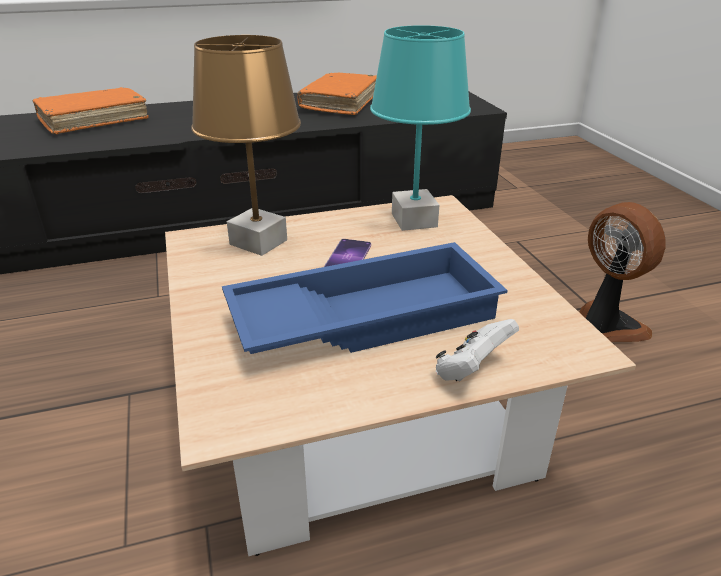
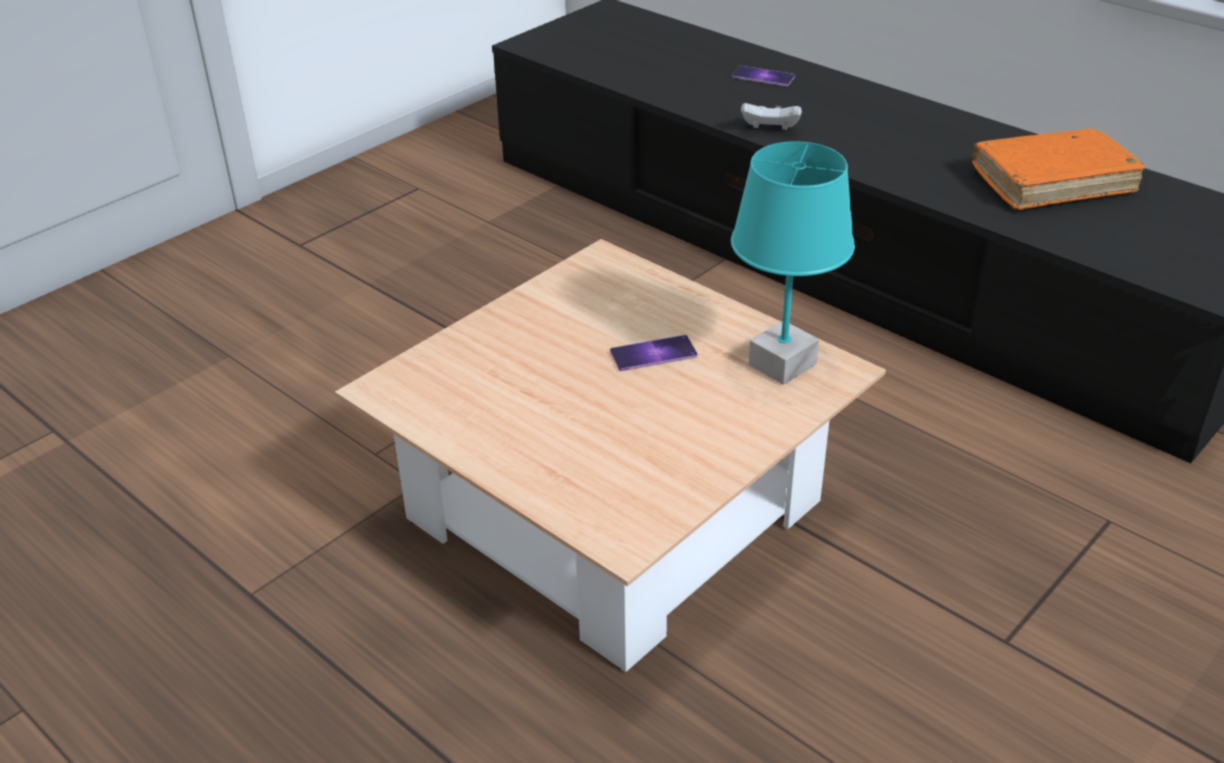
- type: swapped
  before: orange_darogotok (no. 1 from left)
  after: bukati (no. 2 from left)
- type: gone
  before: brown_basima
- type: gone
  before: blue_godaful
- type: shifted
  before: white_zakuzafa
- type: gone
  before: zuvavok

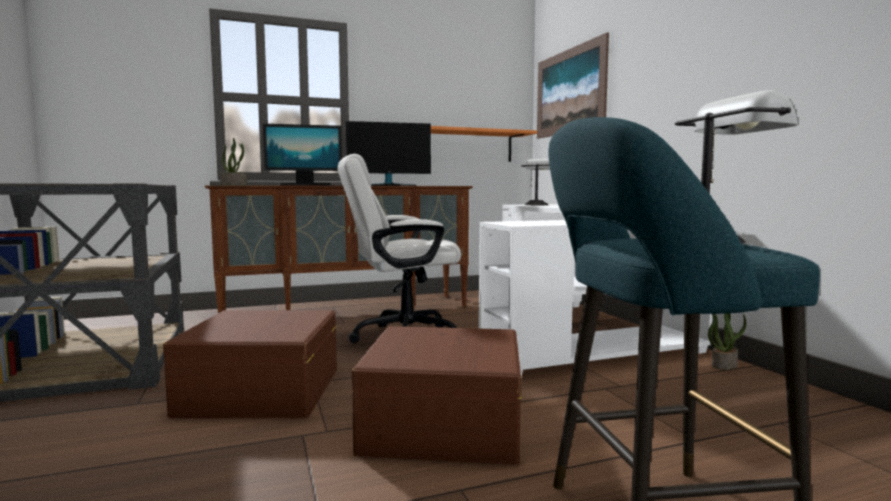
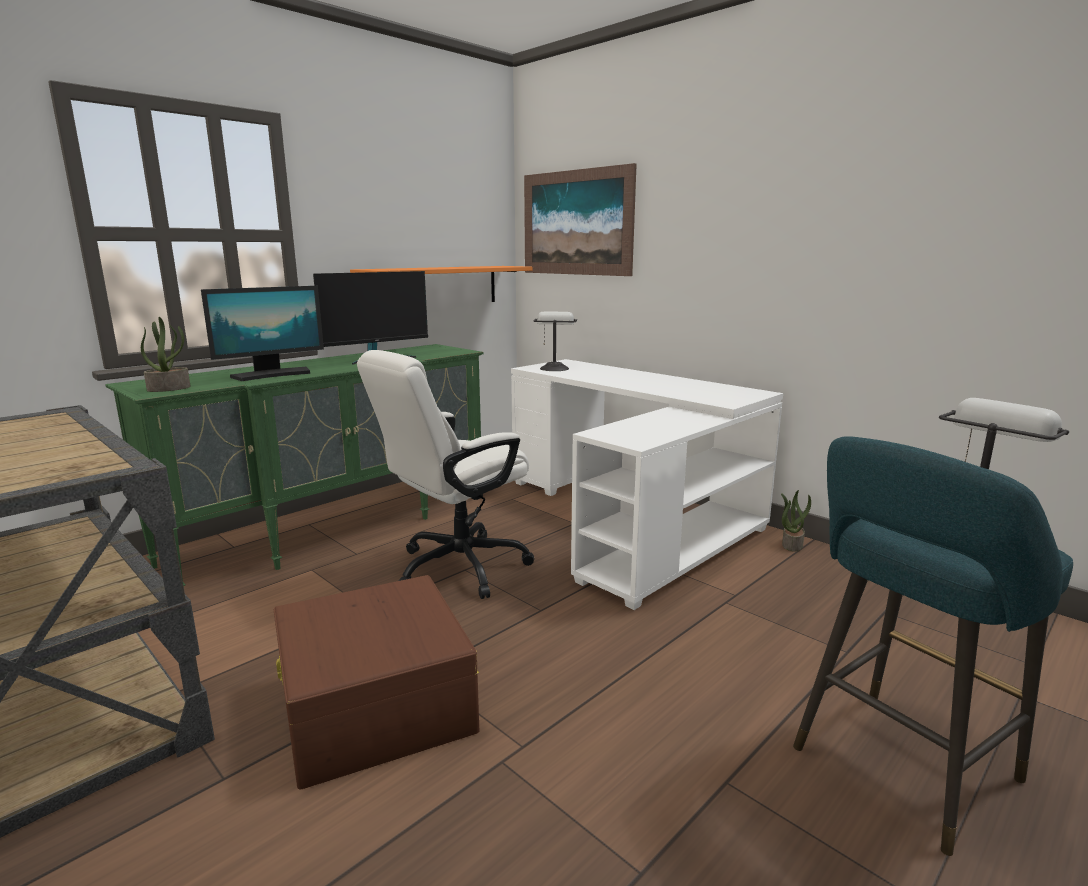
- type: repainted
  before: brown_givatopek
  after: green_givatopek
- type: gone
  before: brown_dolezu (no. 2 from left)

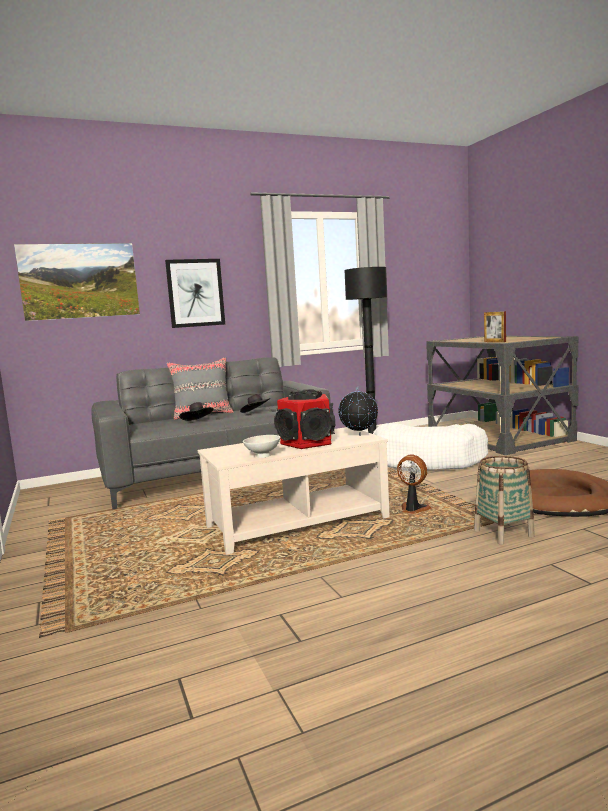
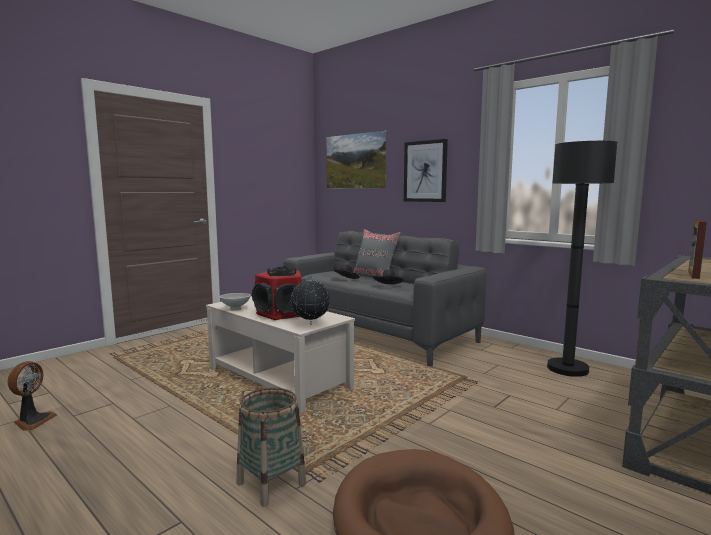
- type: gone
  before: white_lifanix
- type: shifted
  before: zuvavok

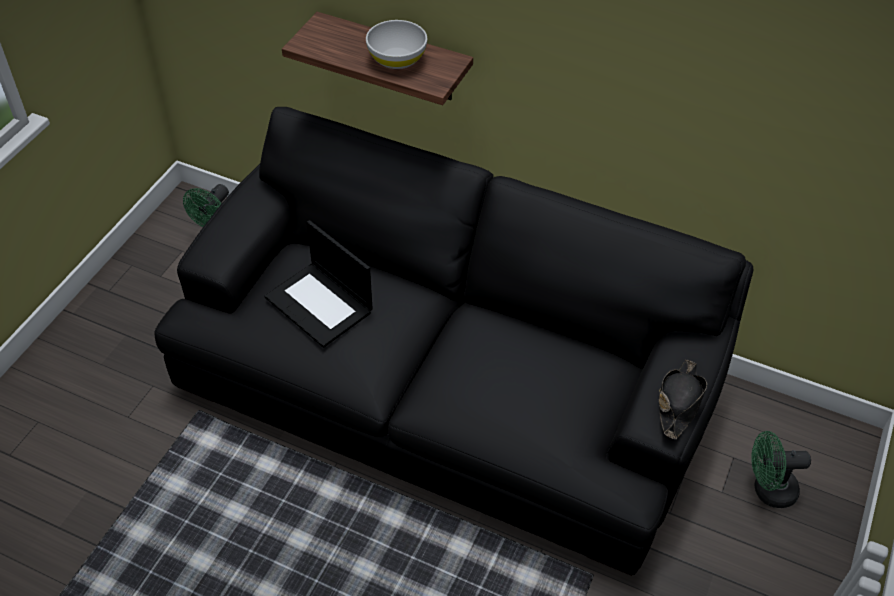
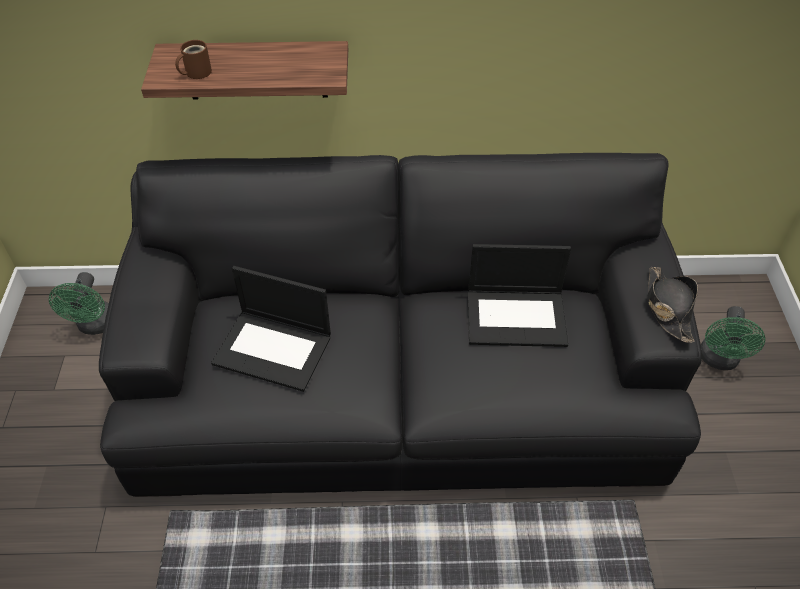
- type: gone
  before: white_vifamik
- type: rotated
  before: green_zuvavok (no. 2 from left)
  turn: -45
- type: new
  after: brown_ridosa
- type: new
  after: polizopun (no. 2 from left)

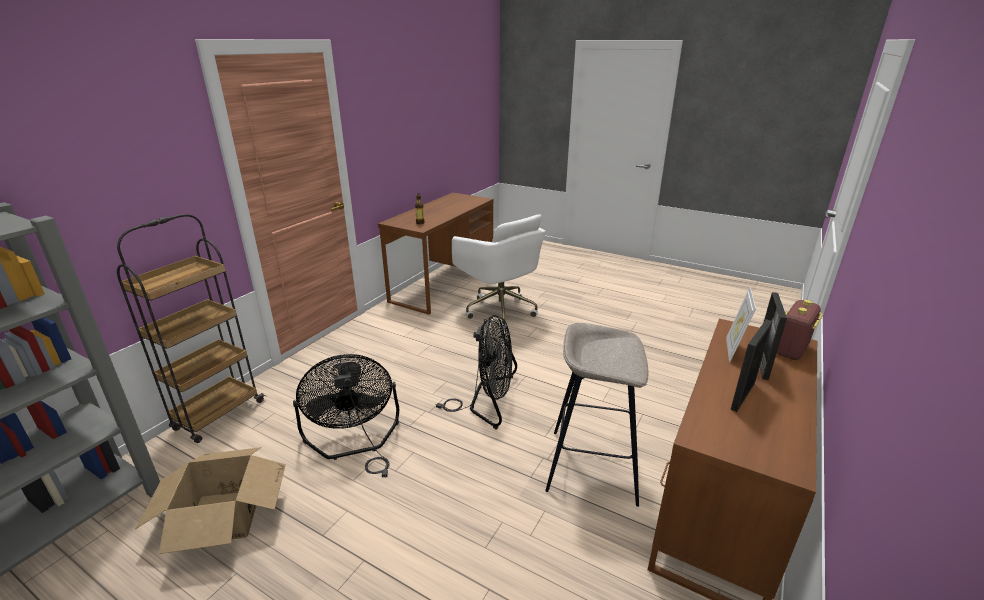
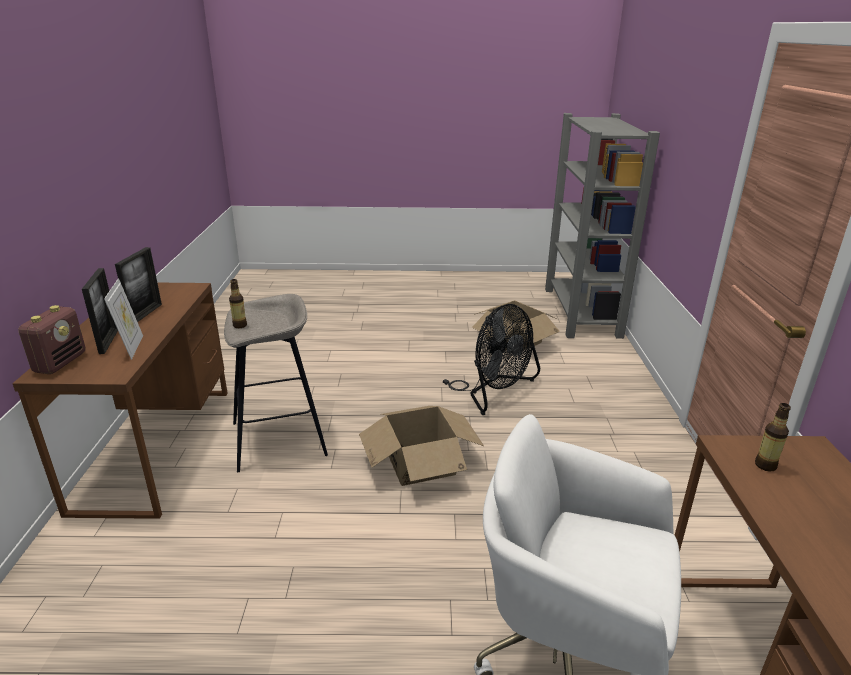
- type: gone
  before: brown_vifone
- type: swapped
  before: black_zuvavok (no. 2 from left)
  after: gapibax (no. 1 from left)
- type: new
  after: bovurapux (no. 1 from left)

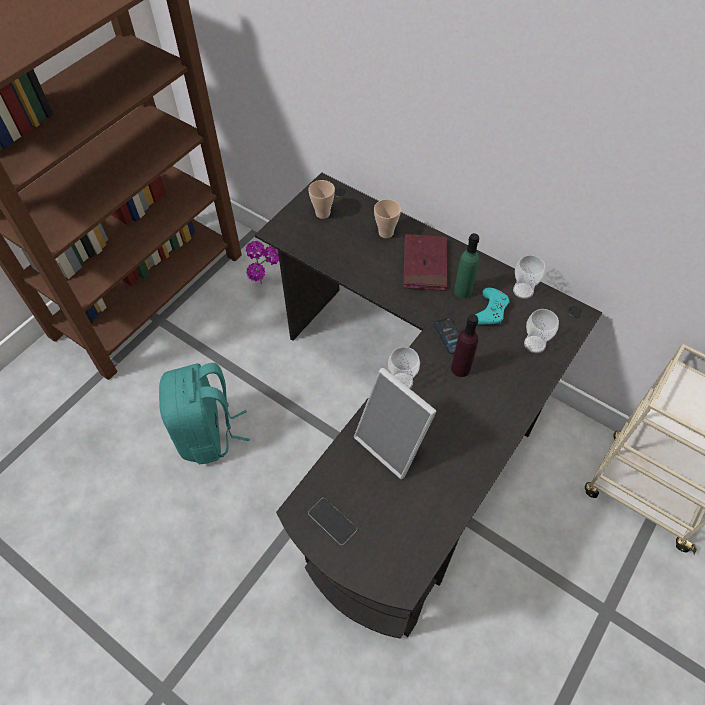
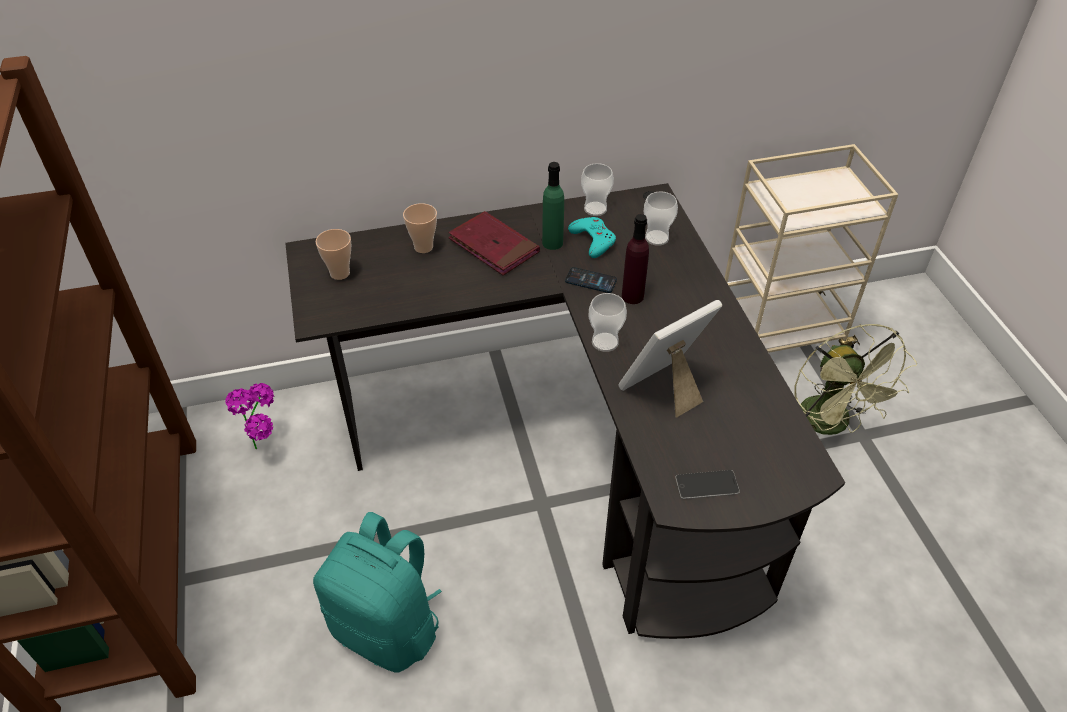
- type: rotated
  before: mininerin
  turn: 150
- type: new
  after: green_zuvavok

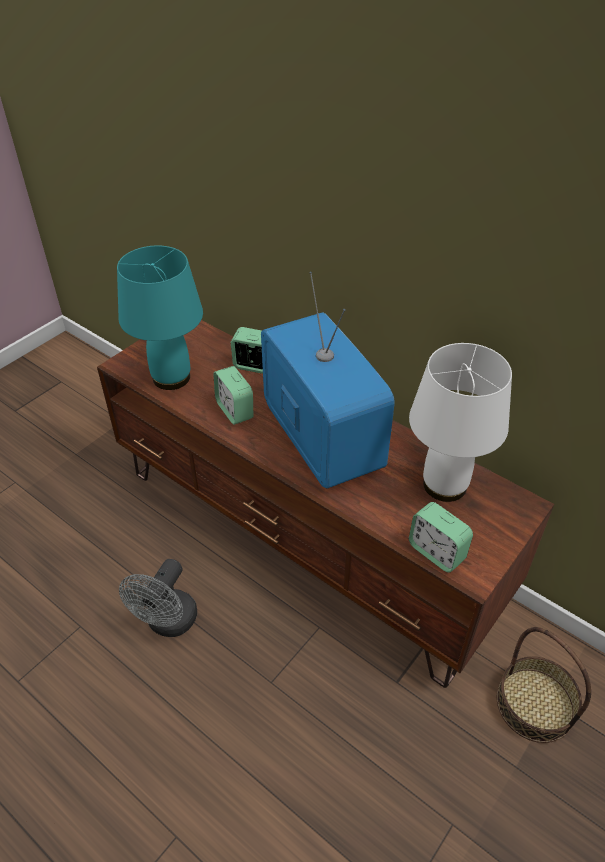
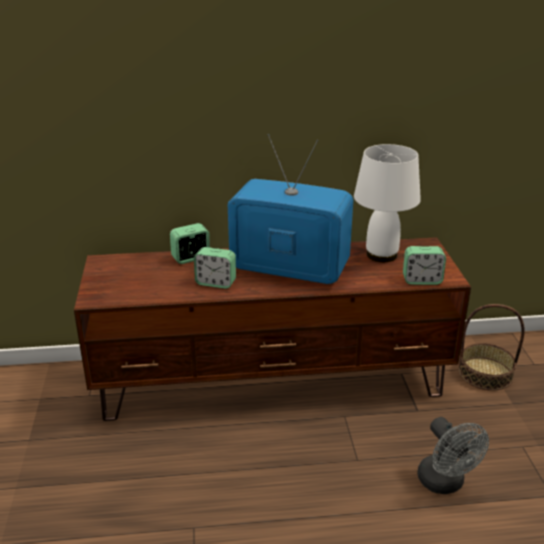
- type: gone
  before: turquoise_basima
- type: shifted
  before: grey_zuvavok

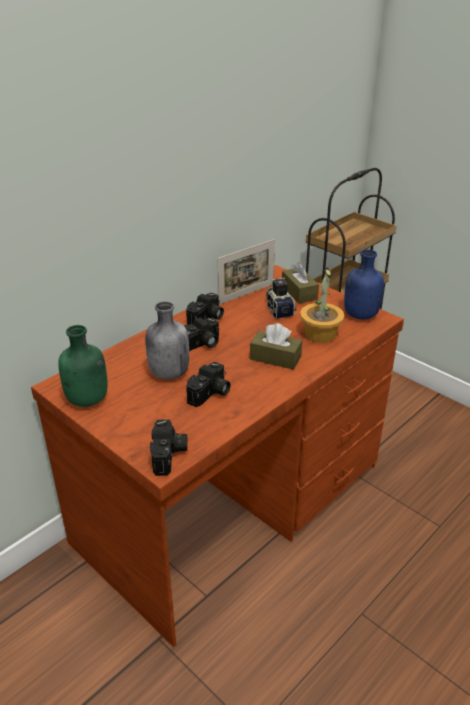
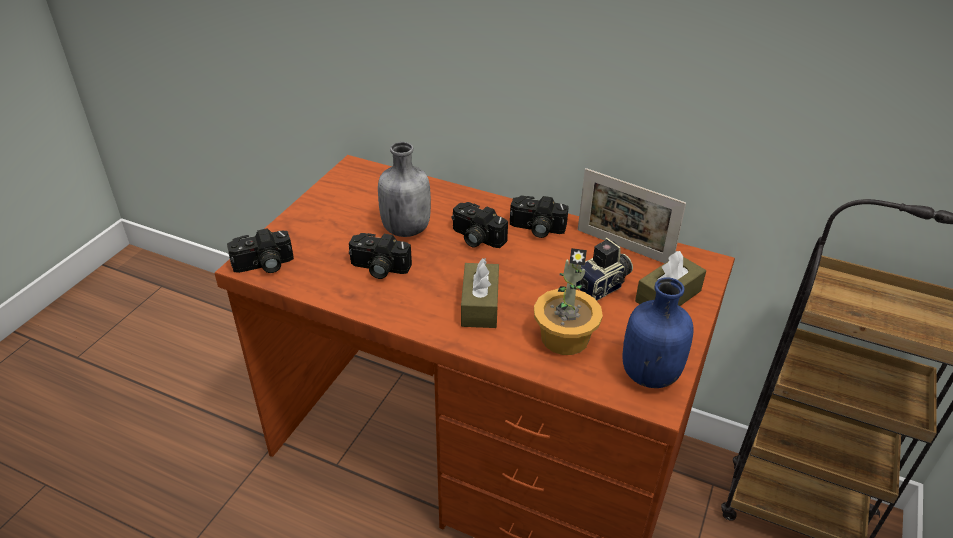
- type: gone
  before: green_bovurapux

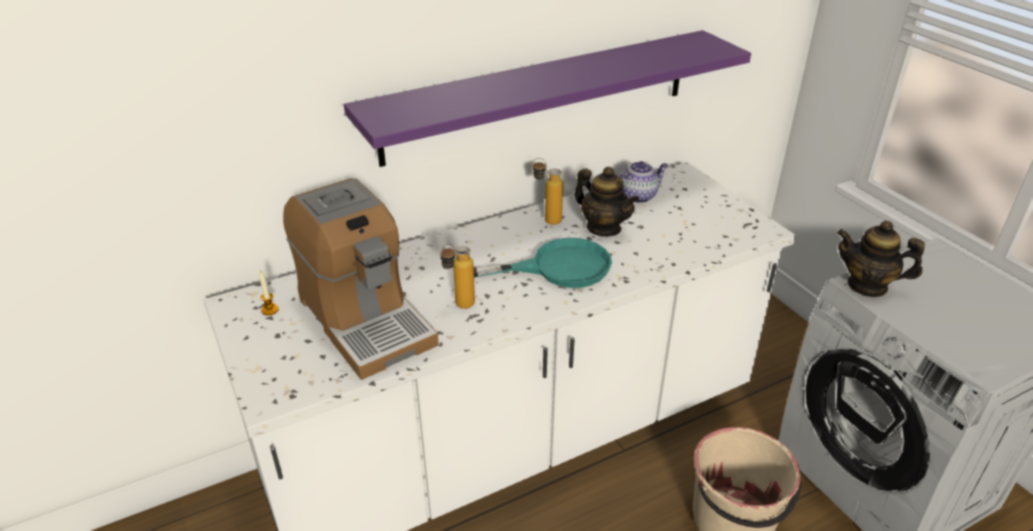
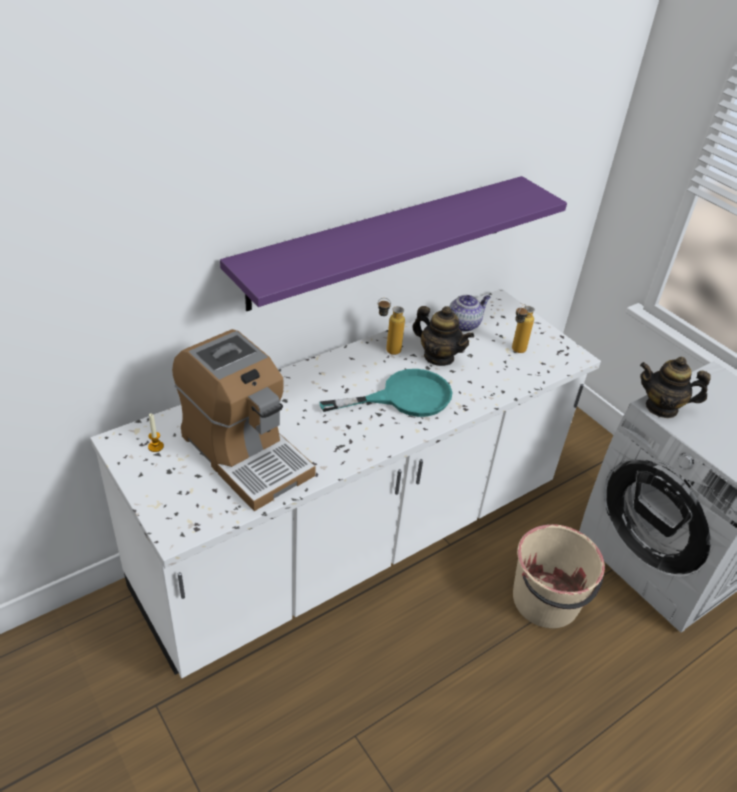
- type: shifted
  before: bovurapux (no. 1 from left in the first image)
  after: bovurapux (no. 2 from left)

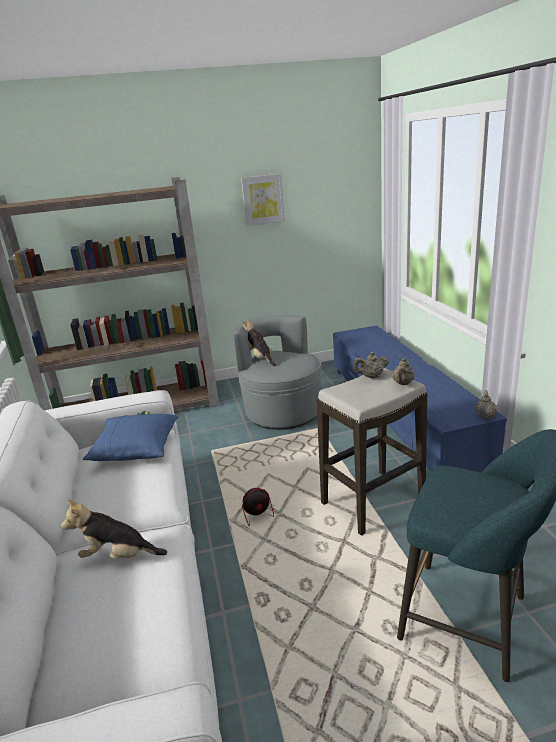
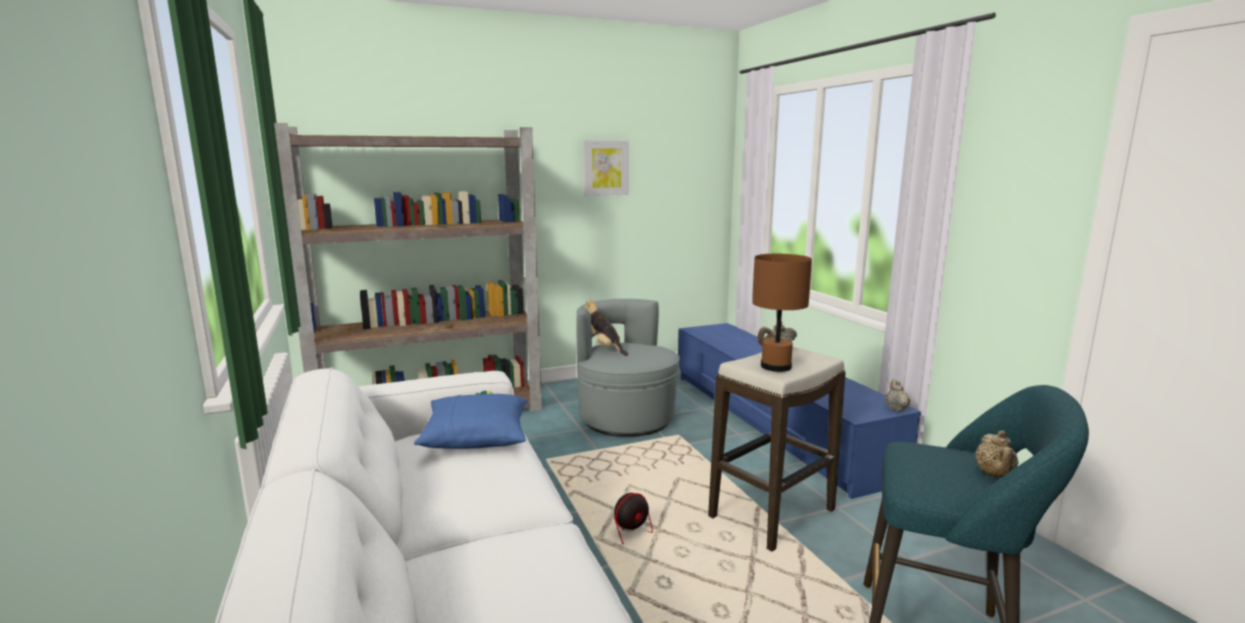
- type: gone
  before: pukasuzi (no. 1 from left)
- type: shifted
  before: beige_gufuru (no. 2 from left in the first image)
  after: beige_gufuru (no. 3 from left)
- type: new
  after: brown_basima

